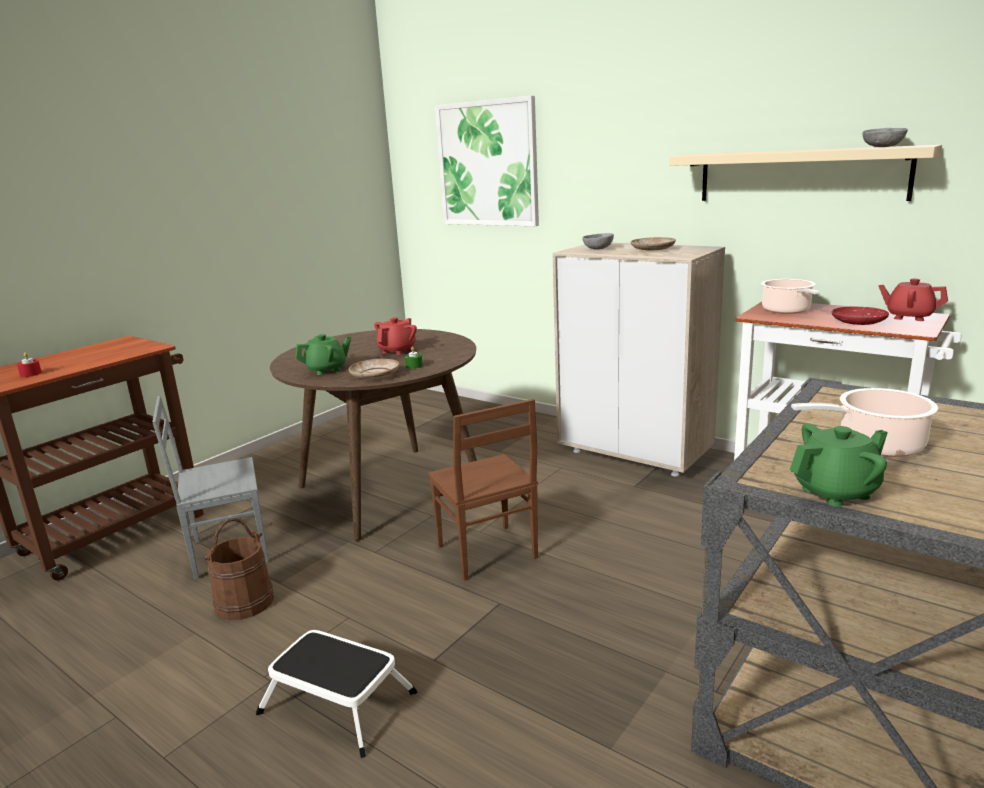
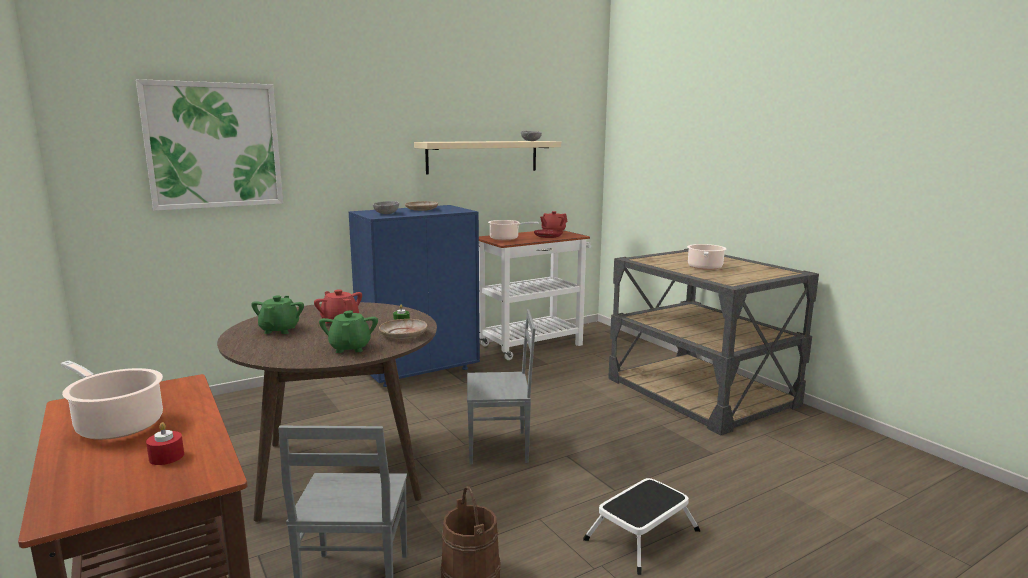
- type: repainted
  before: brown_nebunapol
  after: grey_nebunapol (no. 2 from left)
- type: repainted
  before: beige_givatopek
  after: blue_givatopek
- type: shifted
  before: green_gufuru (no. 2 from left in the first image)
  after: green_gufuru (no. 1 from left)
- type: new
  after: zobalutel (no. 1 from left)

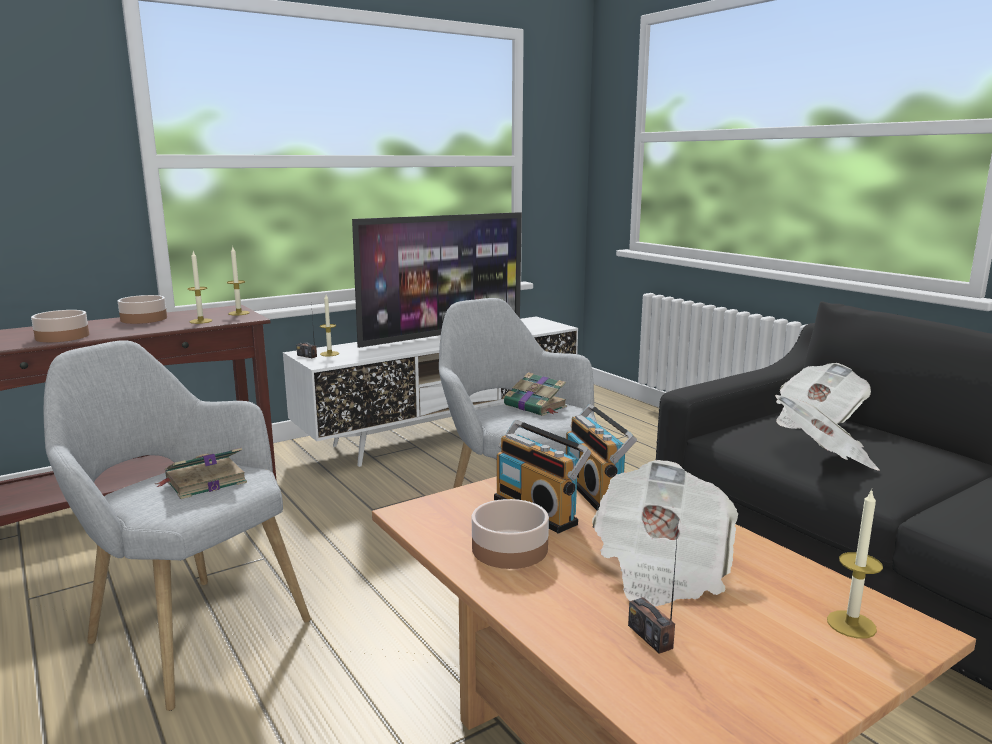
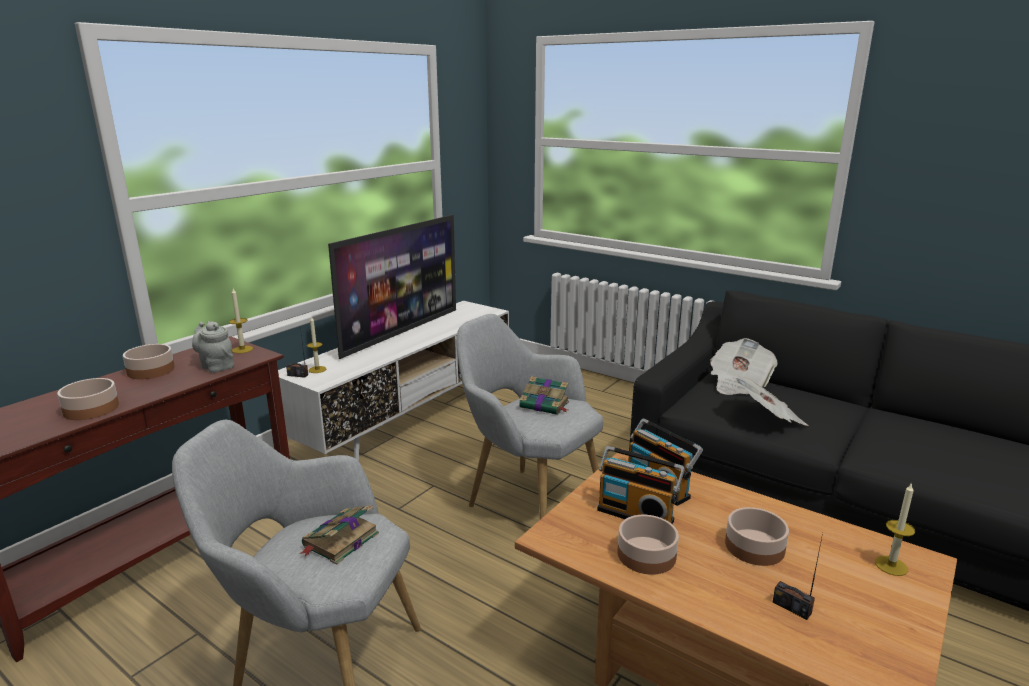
- type: swapped
  before: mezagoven (no. 1 from left)
  after: grey_gufuru
- type: swapped
  before: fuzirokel (no. 1 from left)
  after: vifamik (no. 4 from left)

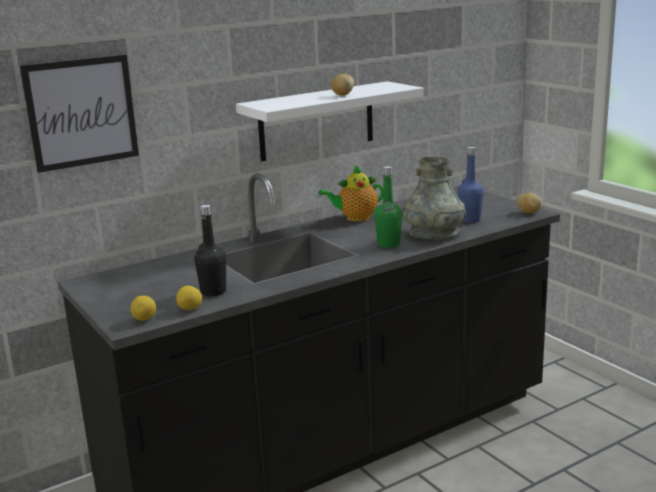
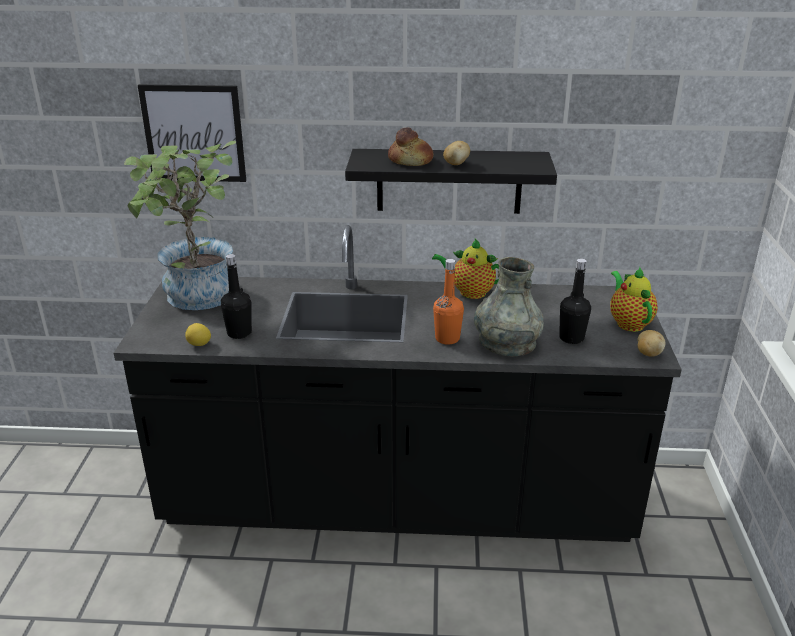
- type: gone
  before: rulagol (no. 1 from left)
- type: repainted
  before: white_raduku
  after: black_raduku
- type: repainted
  before: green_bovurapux
  after: orange_bovurapux
- type: repainted
  before: blue_bovurapux
  after: black_bovurapux (no. 2 from left)
- type: new
  after: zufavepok
- type: new
  after: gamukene
- type: new
  after: gufuru (no. 2 from left)

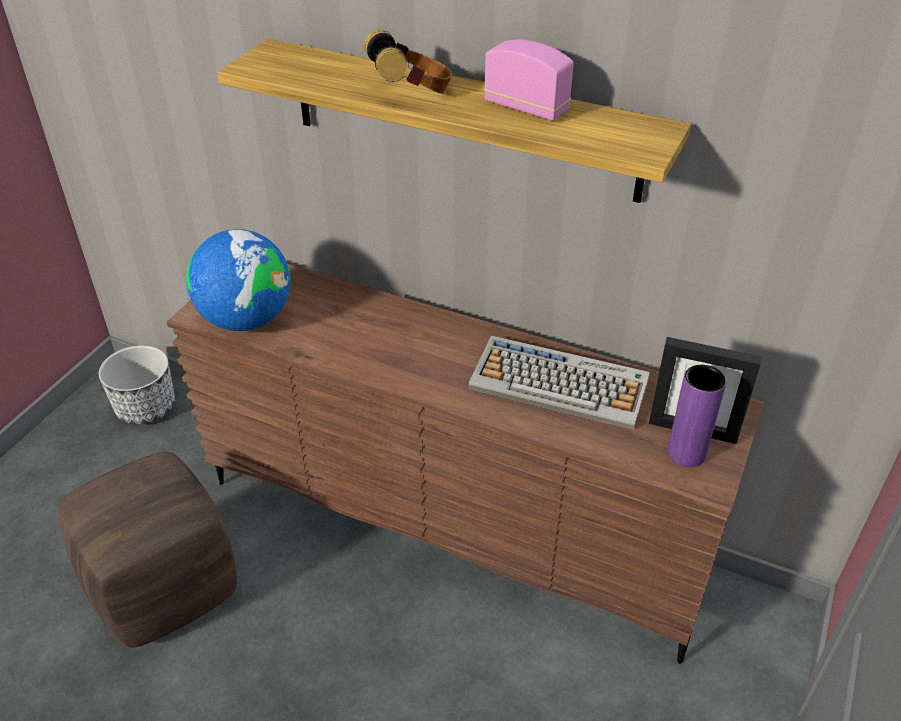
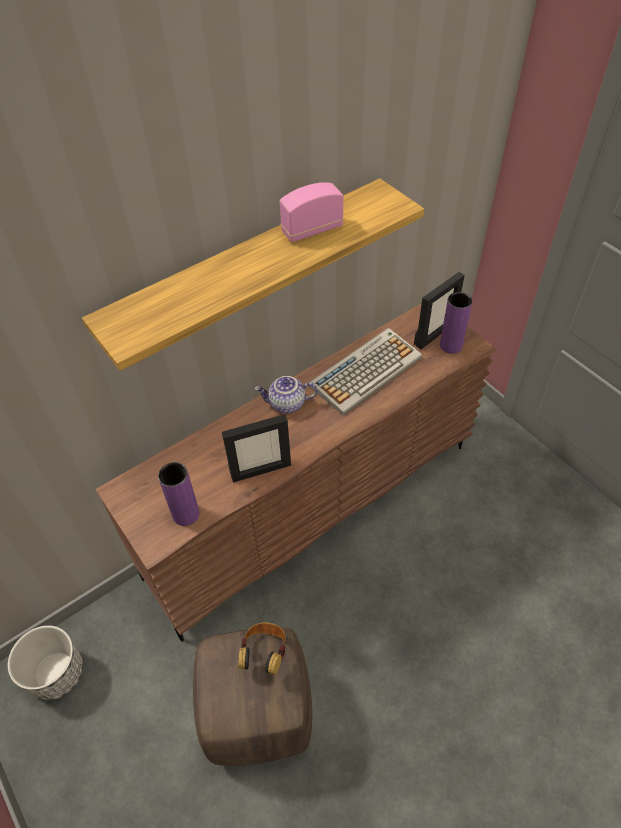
- type: swapped
  before: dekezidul
  after: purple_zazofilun (no. 1 from left)
- type: shifted
  before: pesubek
- type: new
  after: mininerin (no. 1 from left)
- type: new
  after: gufuru

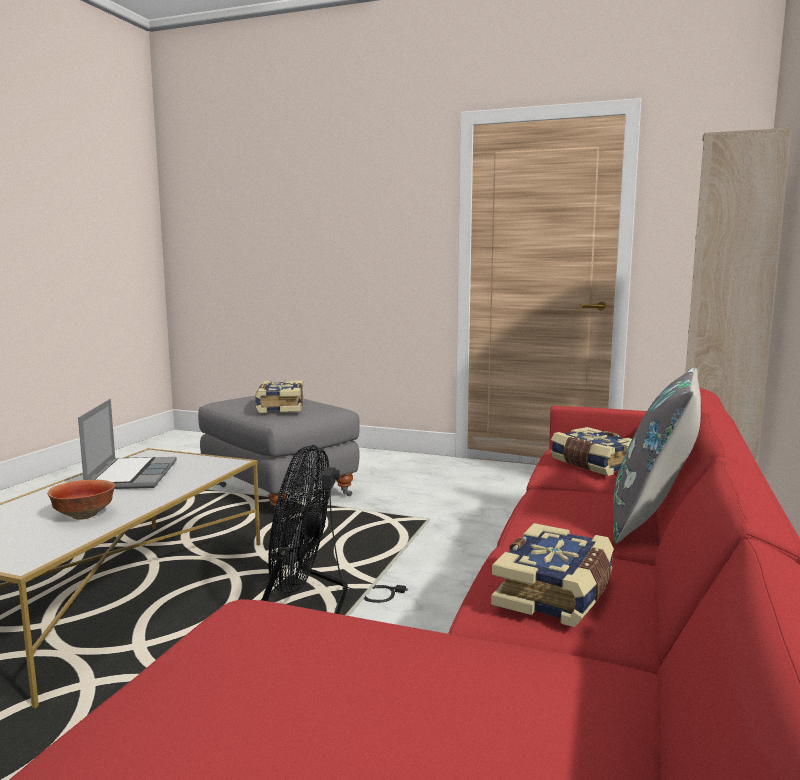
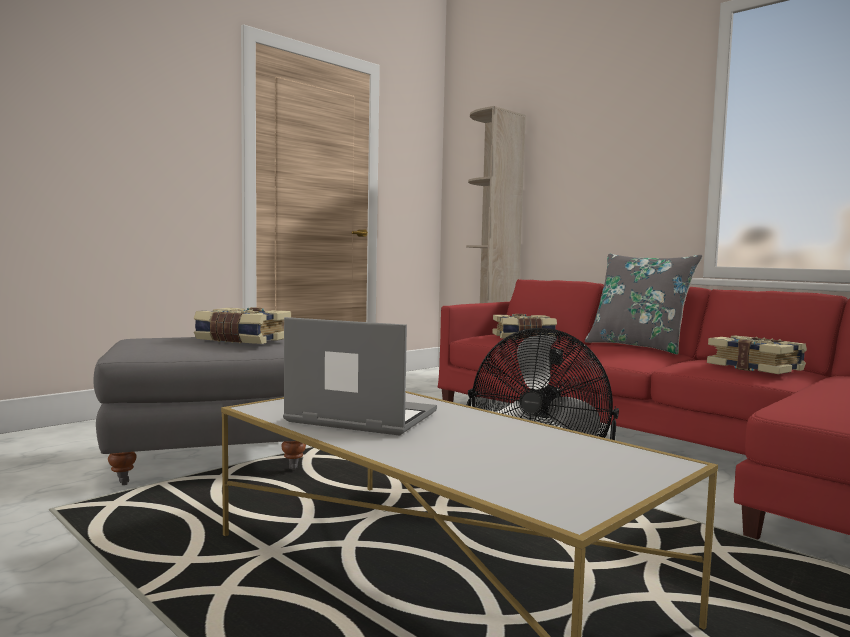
- type: gone
  before: vifamik

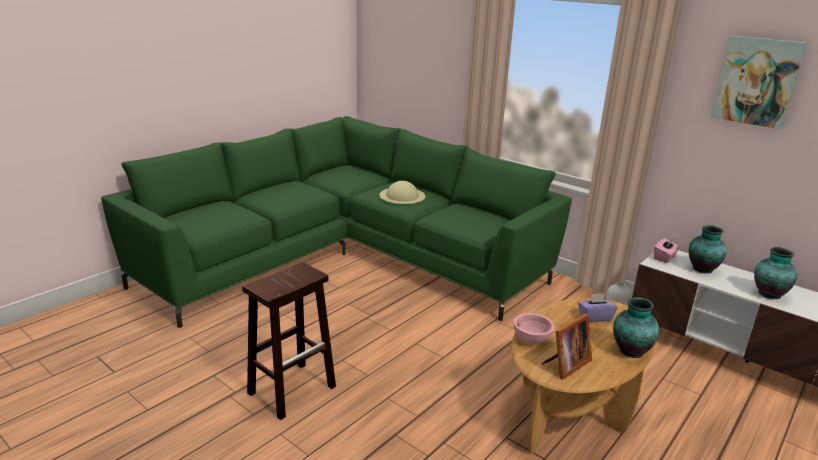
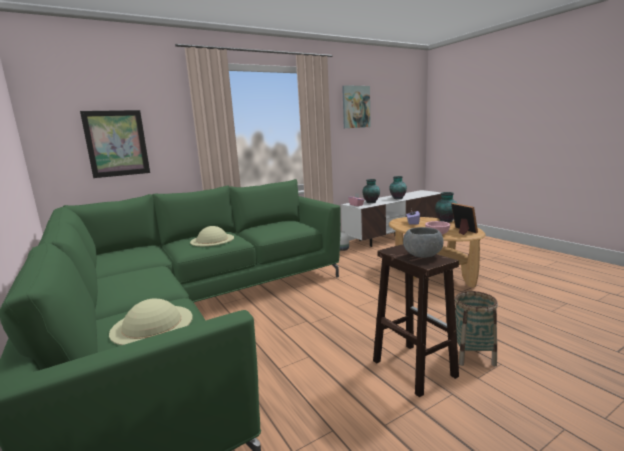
- type: new
  after: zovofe (no. 1 from left)
- type: new
  after: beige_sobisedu (no. 1 from left)
- type: new
  after: grey_vifamik
- type: new
  after: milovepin

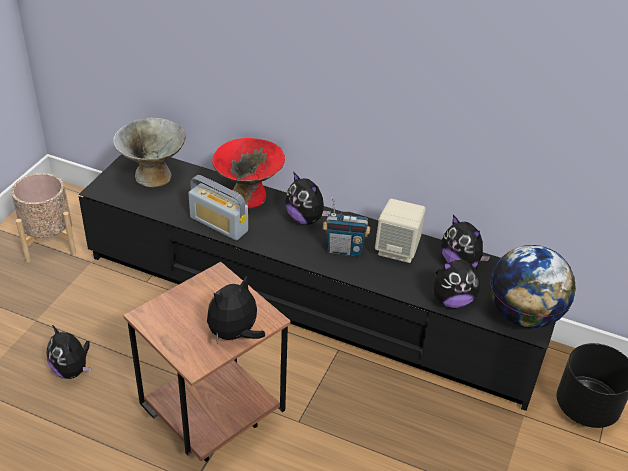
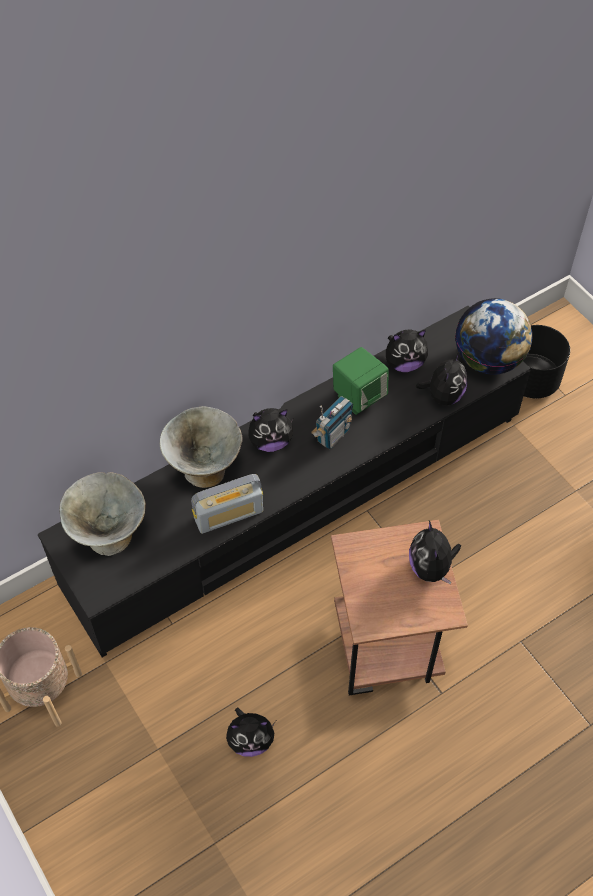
- type: repainted
  before: red_vifamik
  after: grey_vifamik (no. 2 from left)
- type: repainted
  before: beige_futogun
  after: green_futogun

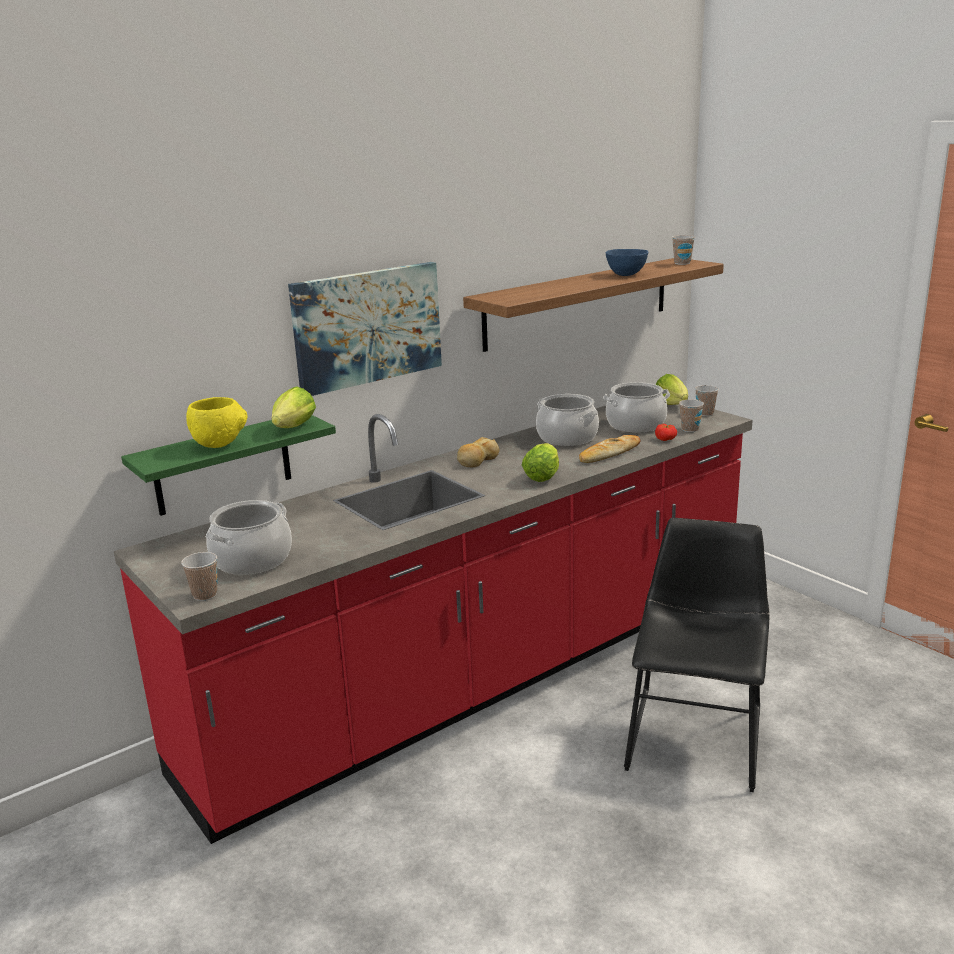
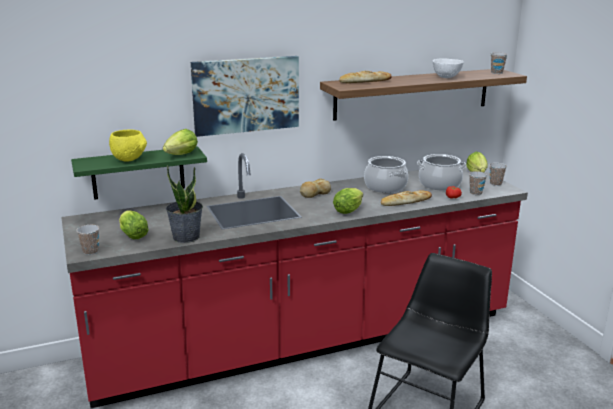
- type: swapped
  before: zobalutel (no. 1 from left)
  after: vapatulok (no. 1 from left)
- type: repainted
  before: blue_vifamik
  after: white_vifamik
- type: new
  after: zufavepok
- type: new
  after: gamukene (no. 2 from left)

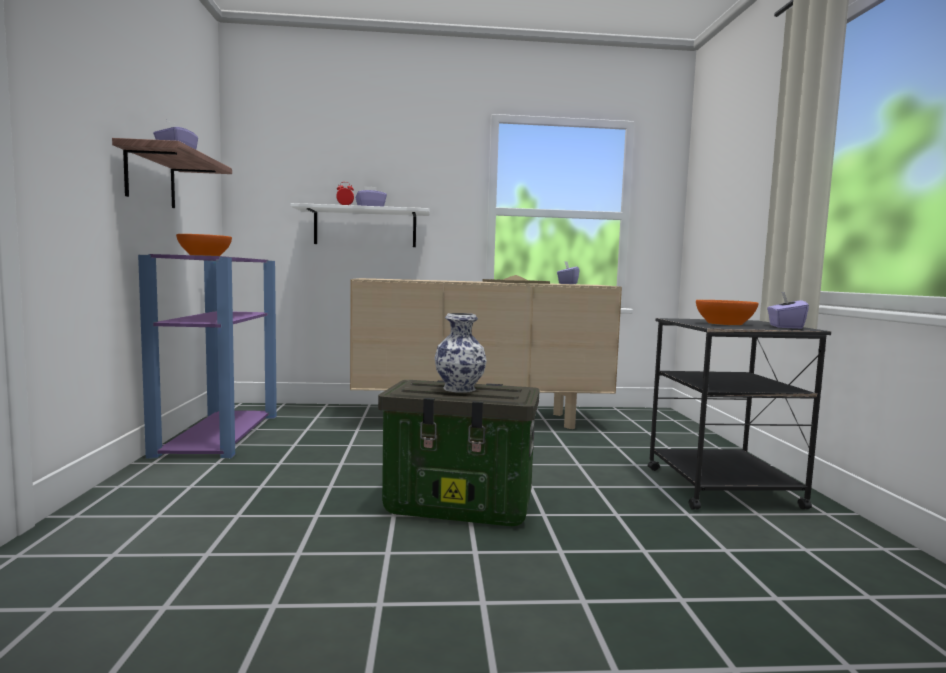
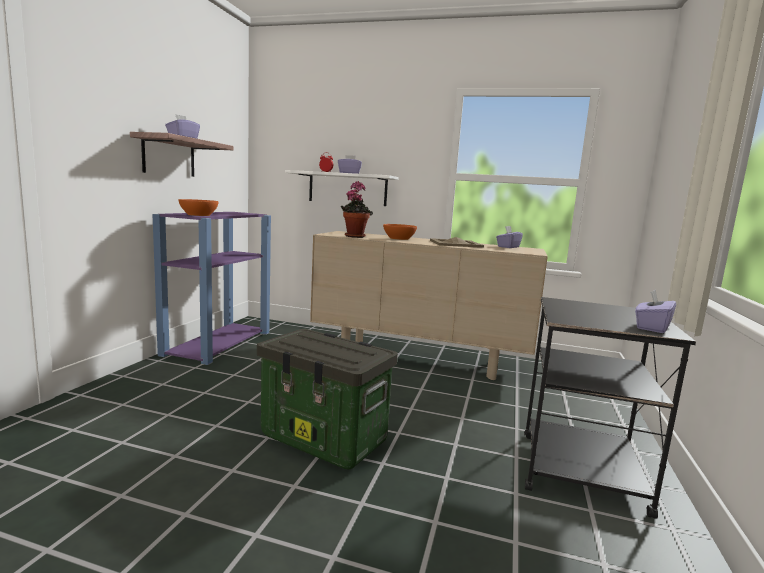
- type: gone
  before: zazofilun
- type: shifted
  before: orange_vifamik (no. 2 from left)
- type: new
  after: zufavepok

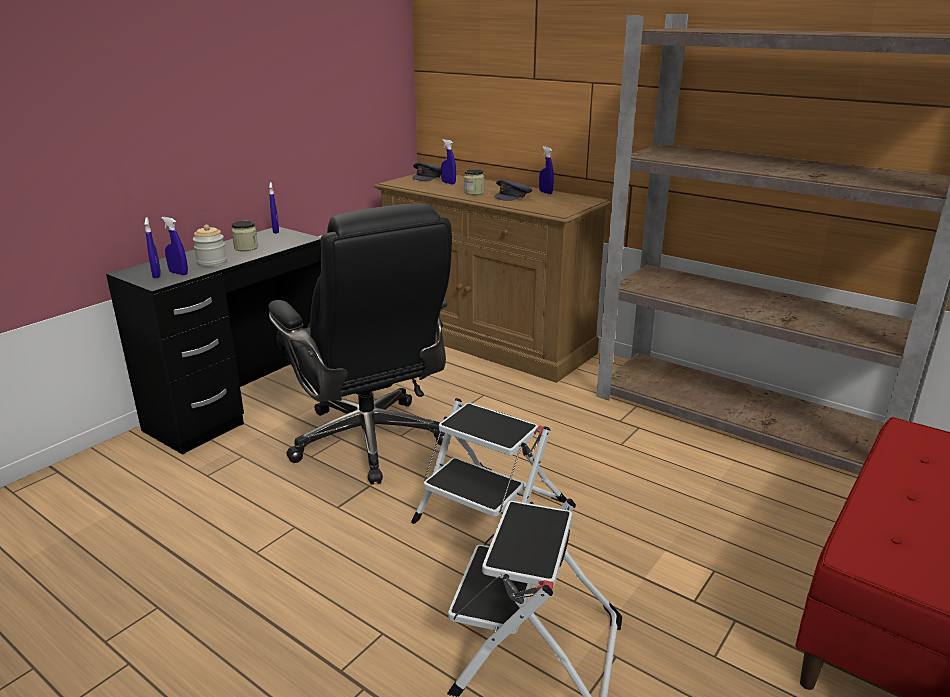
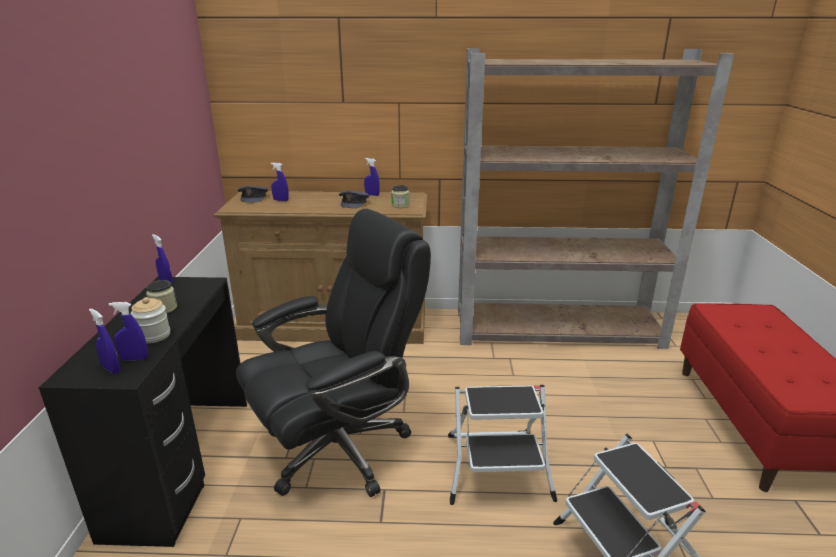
- type: rotated
  before: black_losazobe
  turn: -60
- type: shifted
  before: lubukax (no. 3 from left)

